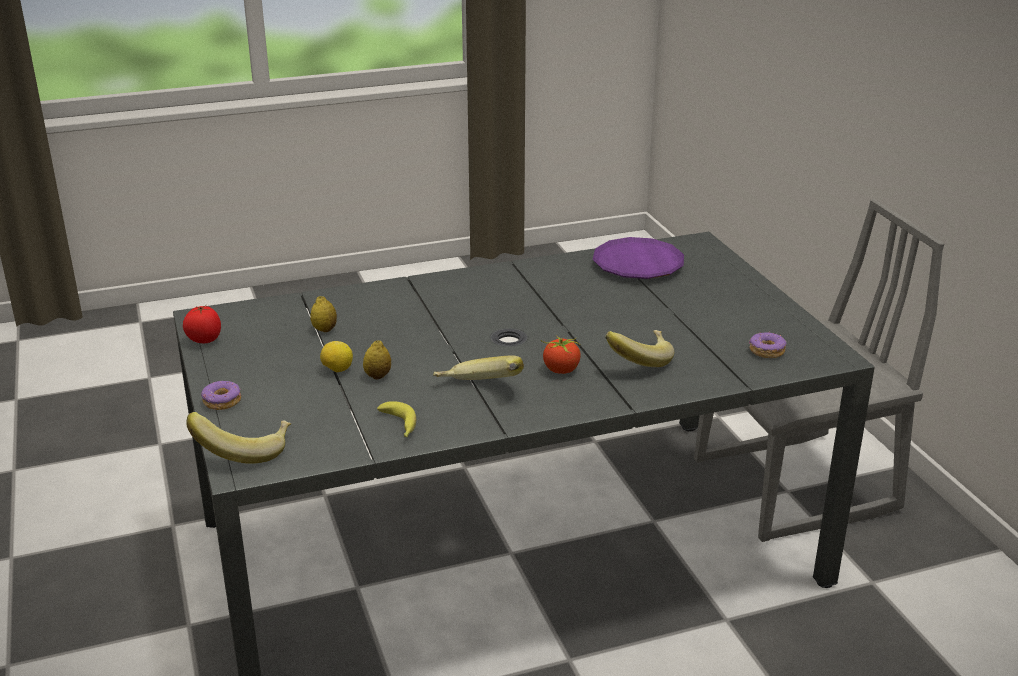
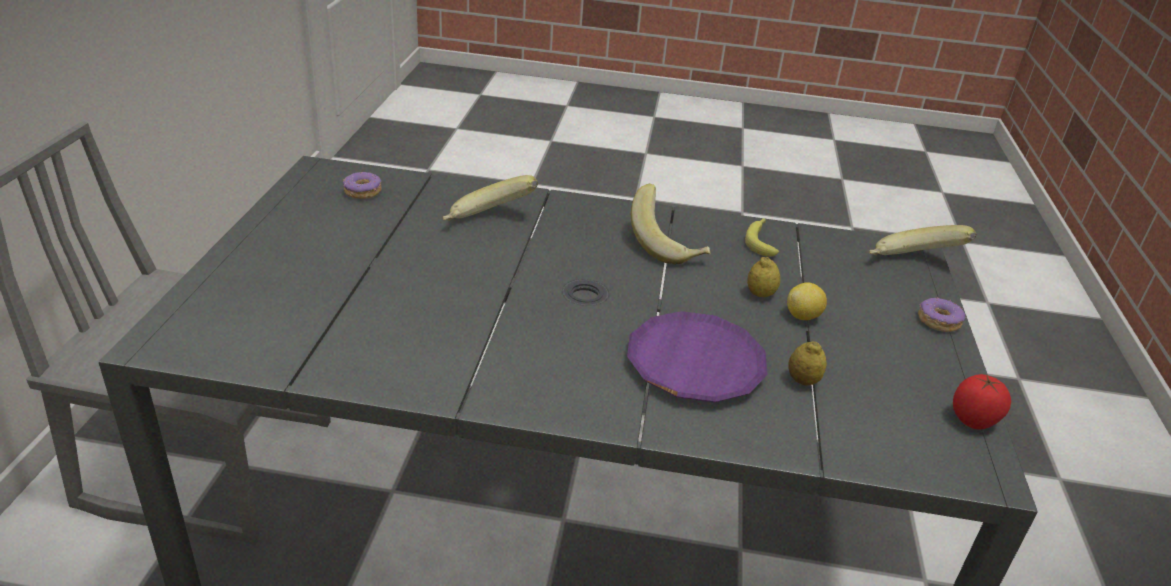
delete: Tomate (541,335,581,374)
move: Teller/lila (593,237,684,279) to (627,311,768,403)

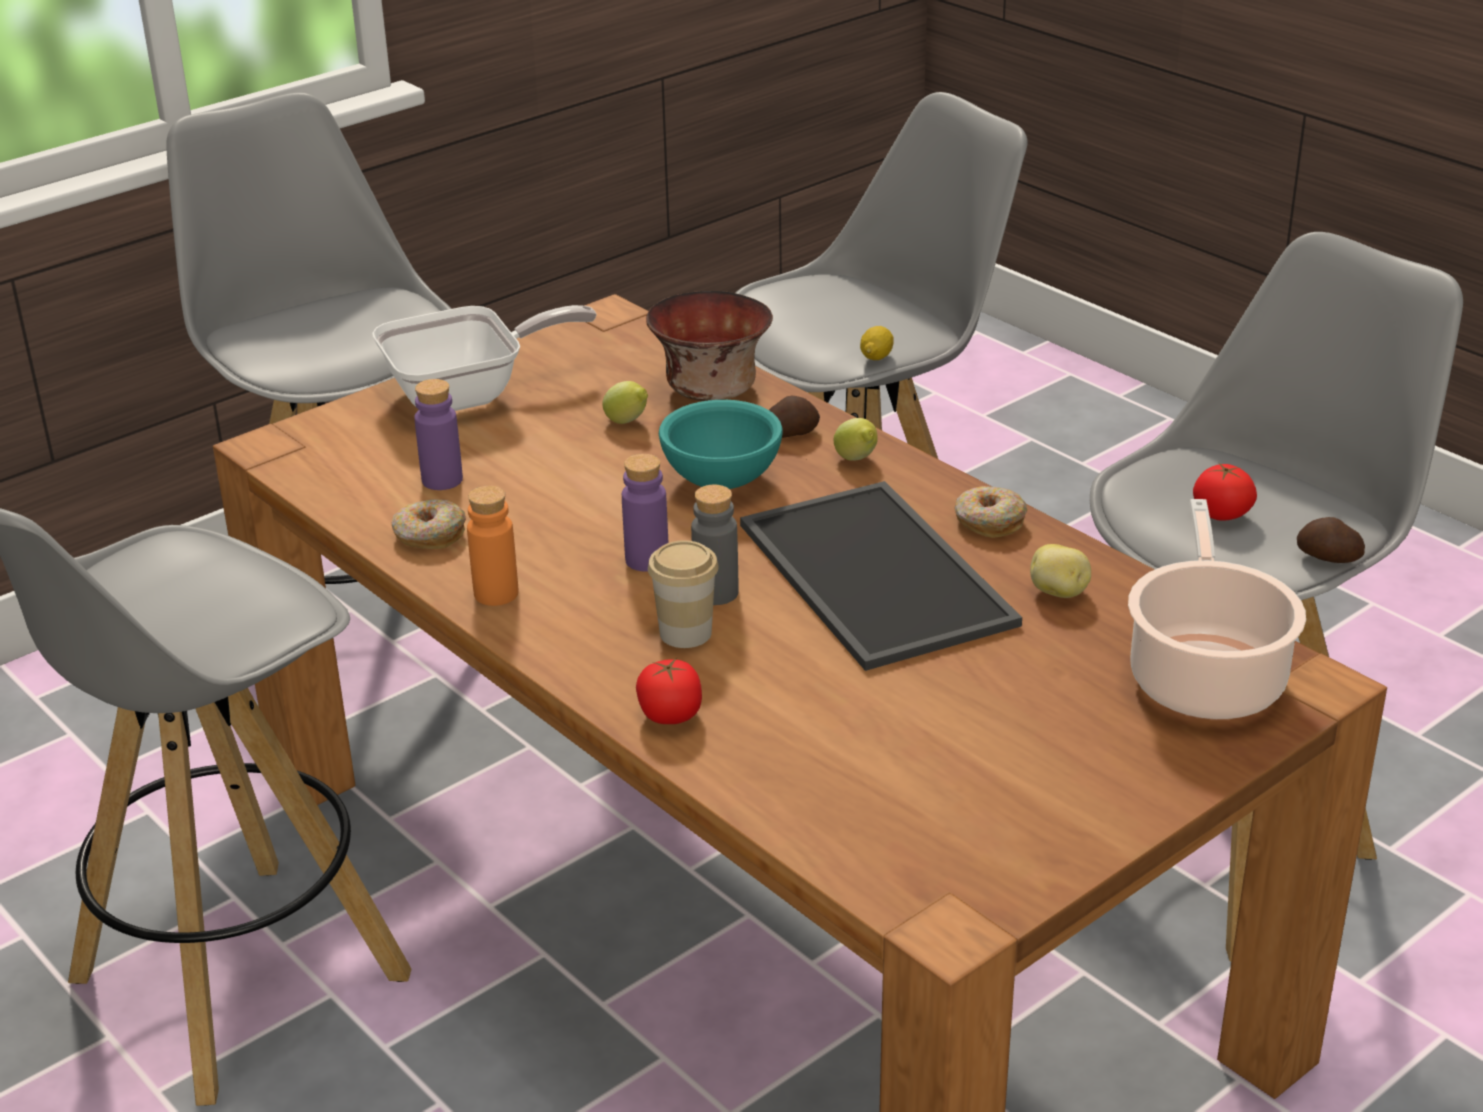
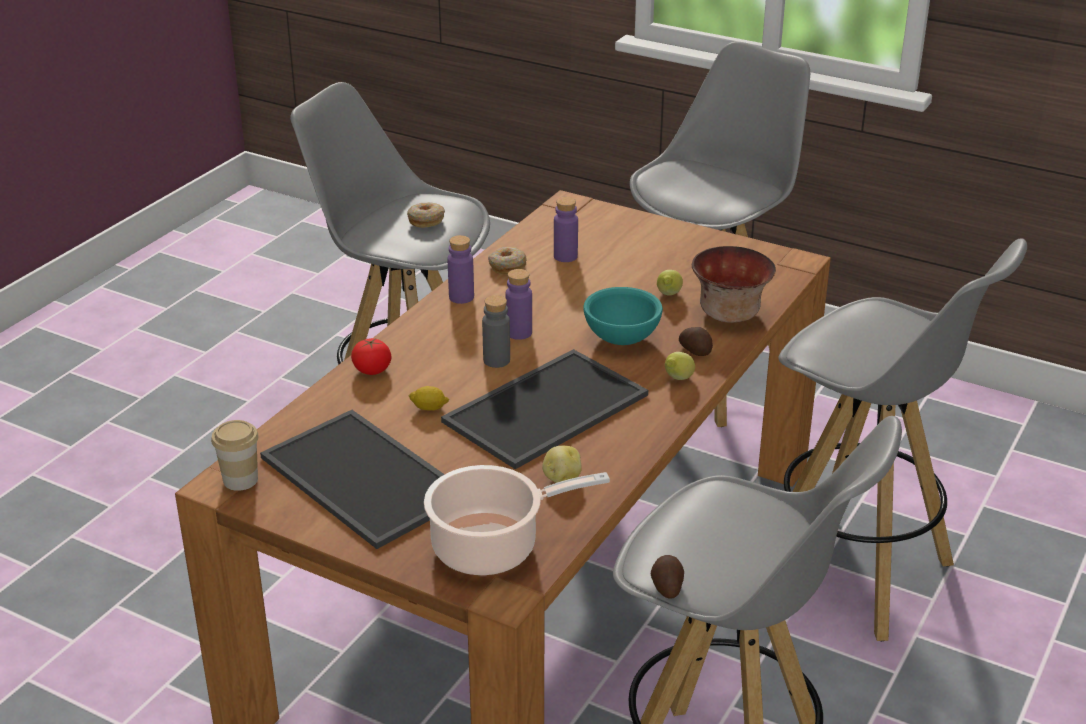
delete: Pfanne (372,305,597,411); Tomate (1193,462,1257,521)
insert: Tablett (260,410,445,549)
move: Tasse (648,540,719,648) to (211,420,259,491); Zitrone (860,326,893,360) to (409,386,449,411); Donut (954,486,1028,538) to (407,202,445,228)
recolor: Flasche/orange (467,486,519,606) to Flasche/lila (448,235,474,304)

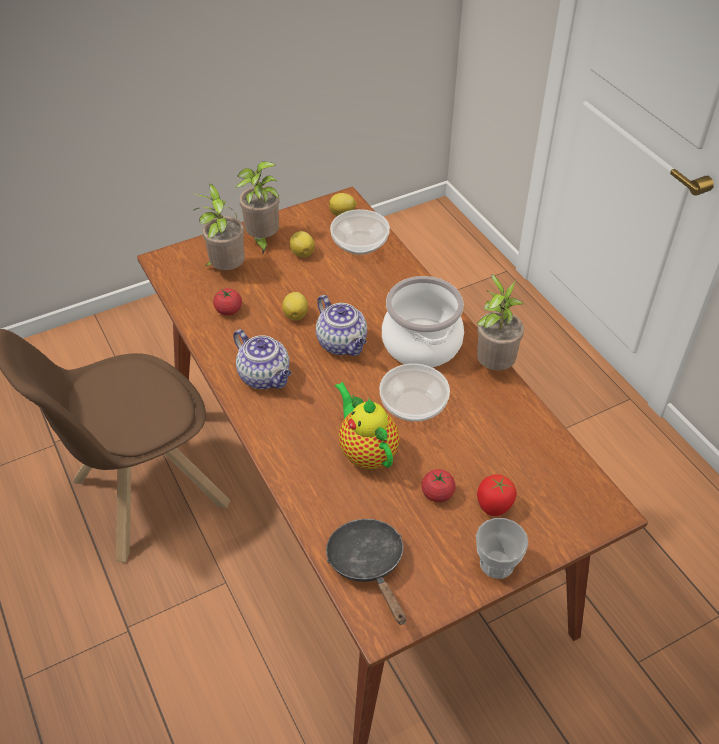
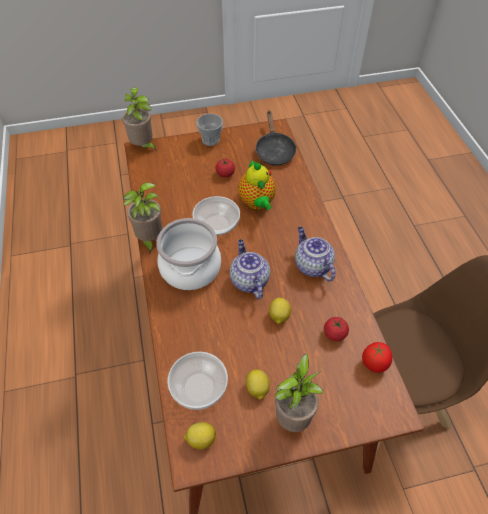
move: Topfpflanze (191,184,245,270) to (122,87,157,151); Tomate (477,474,516,516) to (362,342,392,373)

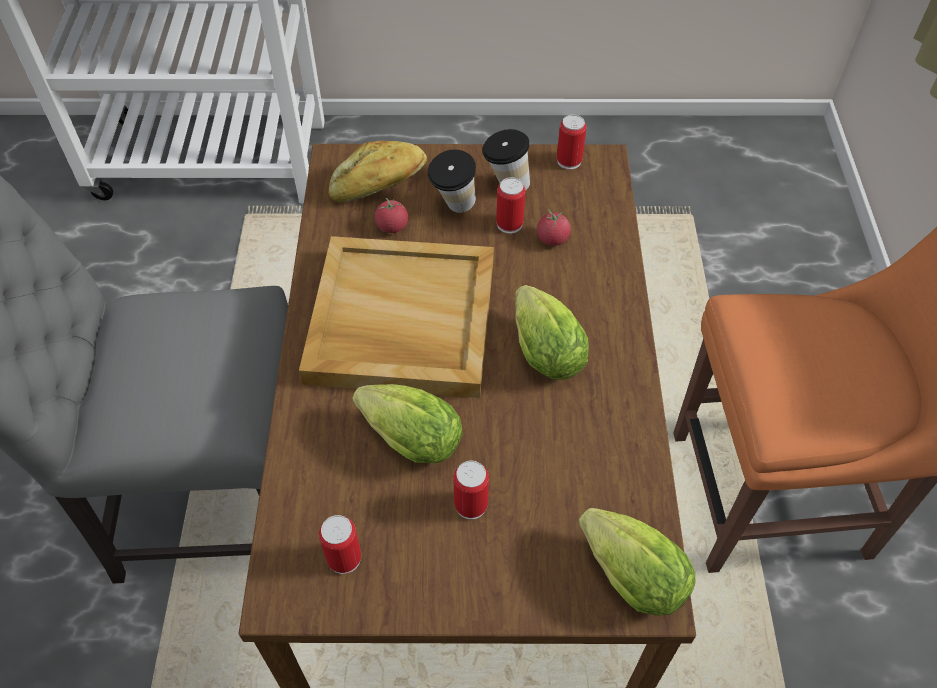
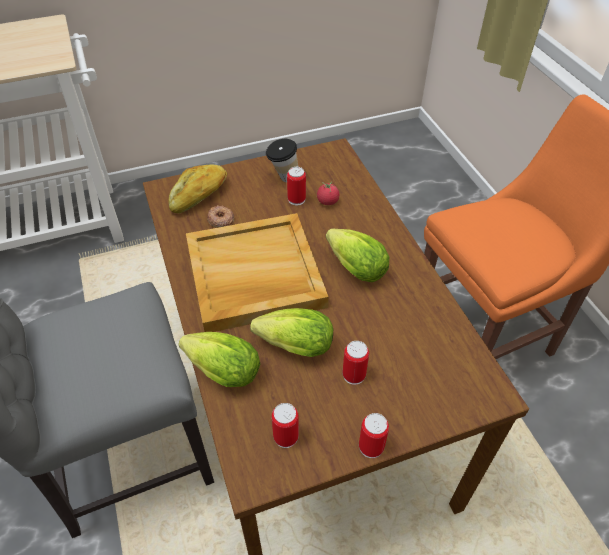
delete: Tasse (428,150,476,213)
move: Dose (557,115,587,170) to (359,413,389,458); Salatkopf (578,508,695,616) to (178,332,260,387)
replace: Tomate (375,198,408,233) to Donut (207,205,234,228)

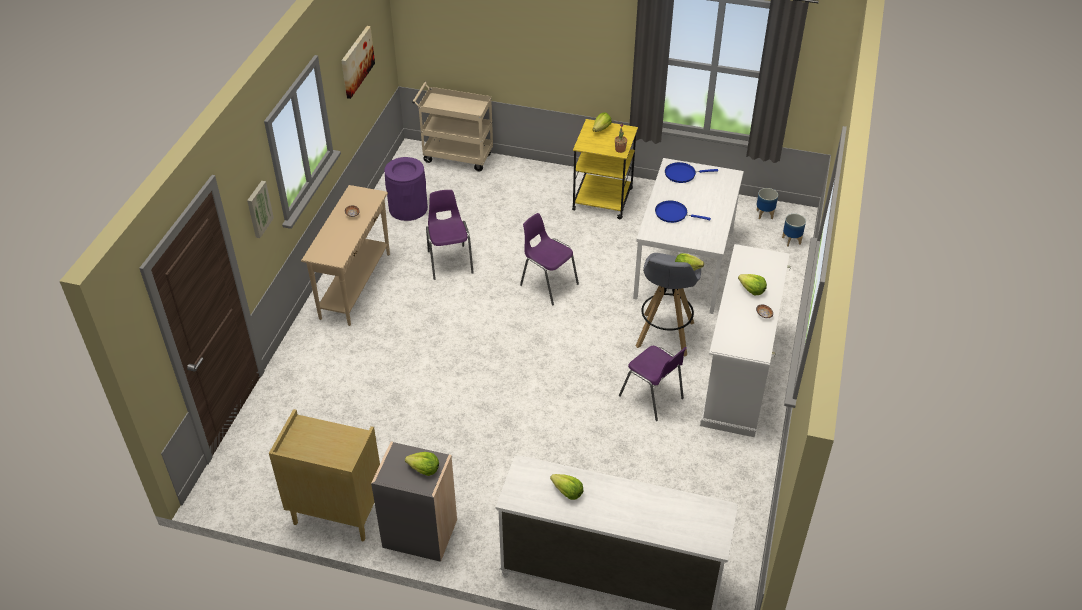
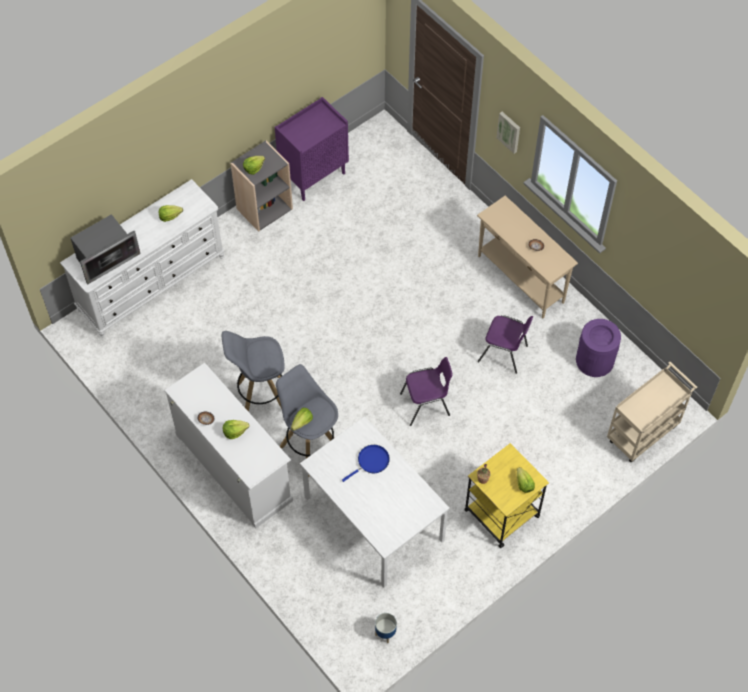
delete: Bild (341,26,375,99); Pfanne/blau (665,162,718,183); Pflanzkübel (782,214,806,246)
insert: Mikrowelle (71,214,141,284)
replace: Stuhl/lila (619,346,687,421) to Hocker/grau (222,331,285,412)
recolor: Schrank/beige (269,409,380,541) to Schrank/lila (275,97,349,201)

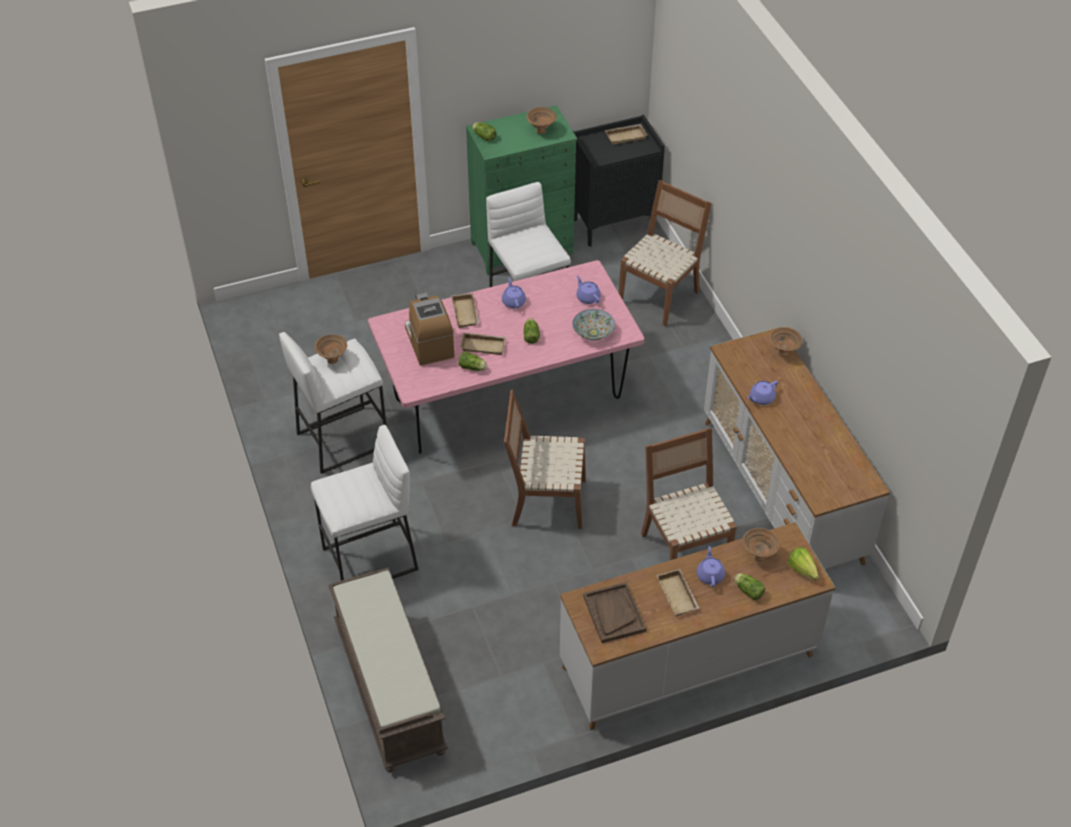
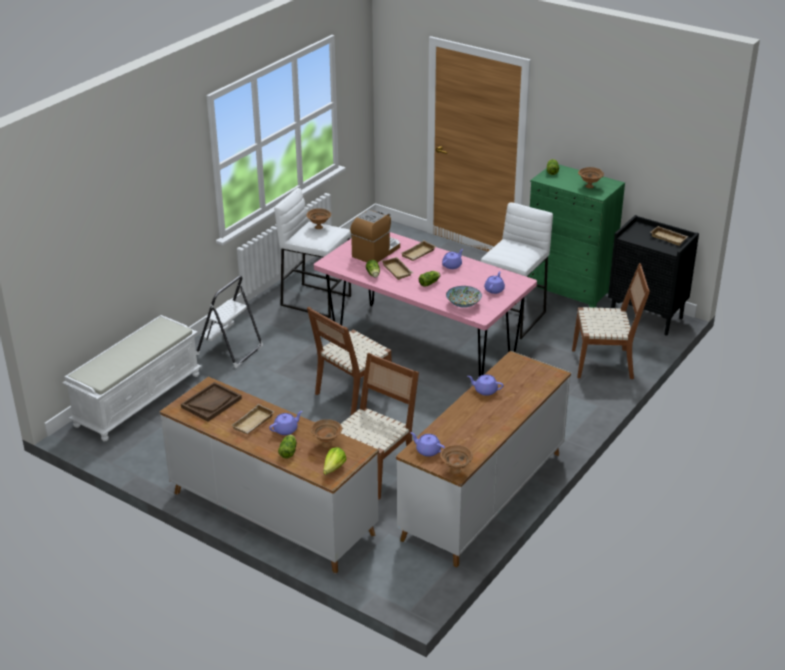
insert: Teekanne/lila (410,432,445,457)
move: Schüssel/braun (769,327,803,356) to (440,445,473,474)
replace: Hocker/weiß (311,425,419,581) to Trittleiter/weiß (196,276,263,368)
recolor: Bank/braun (328,567,448,772) to Bank/weiß (62,315,202,441)
rotate: Stuhl (504,389,586,529) = (307,307,392,415) 105 degrees counterclockwise

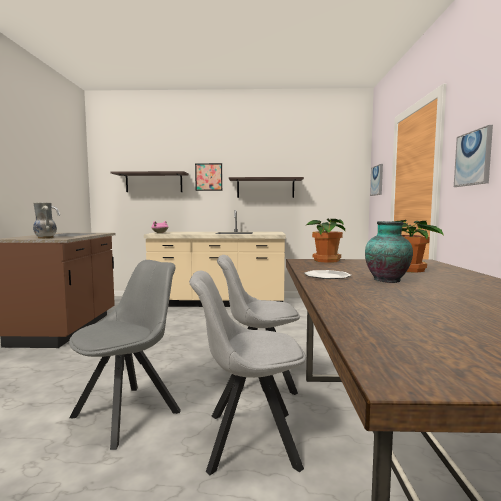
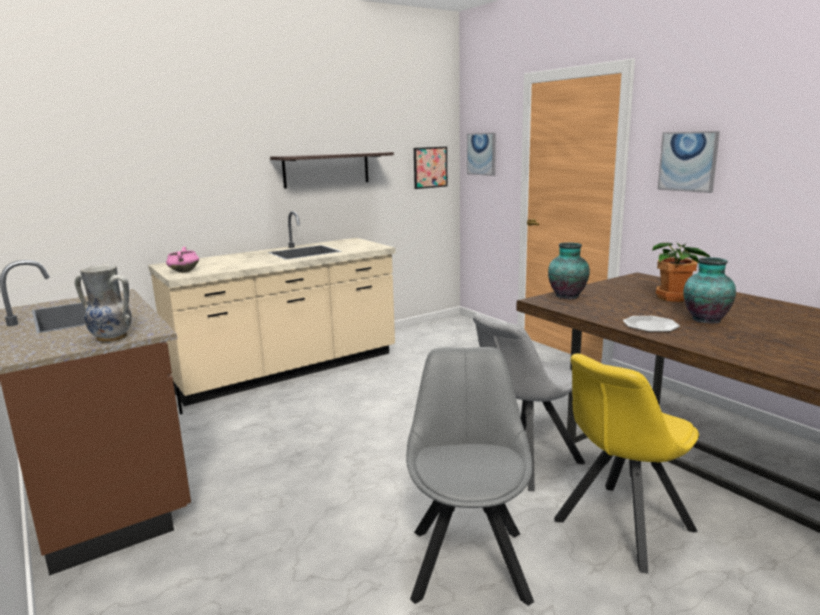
delete: Wandregal (110,171,189,192)
move: Bild (195,163,222,191) to (414,147,447,189)
replace: Topfpflanze (306,219,345,263) to Vase (548,242,590,299)
recolor: Stuhl/grau (189,271,306,476) to Stuhl/gelb (554,354,699,573)

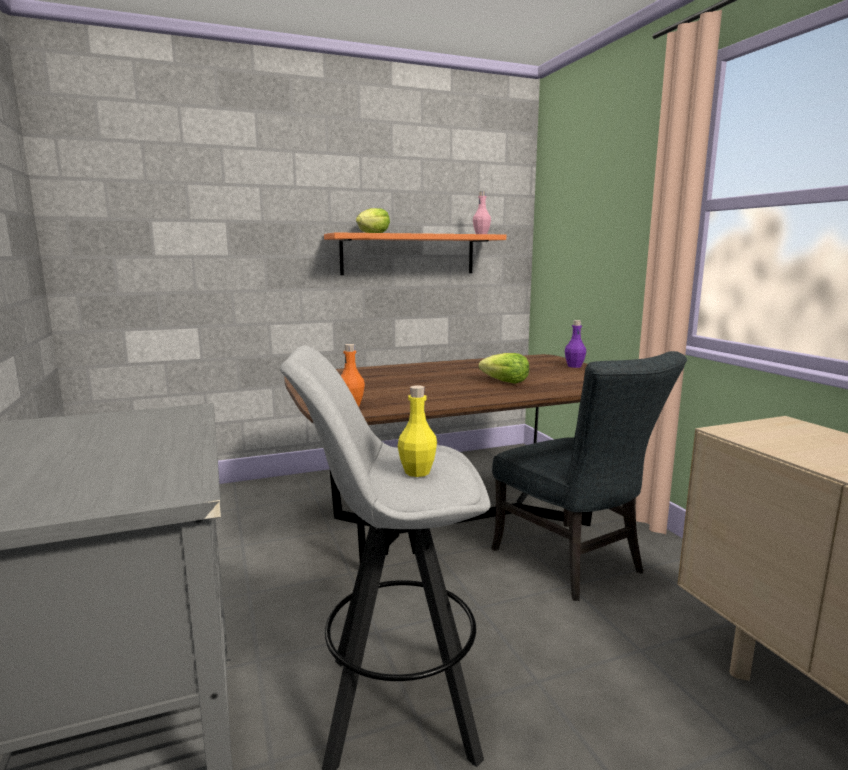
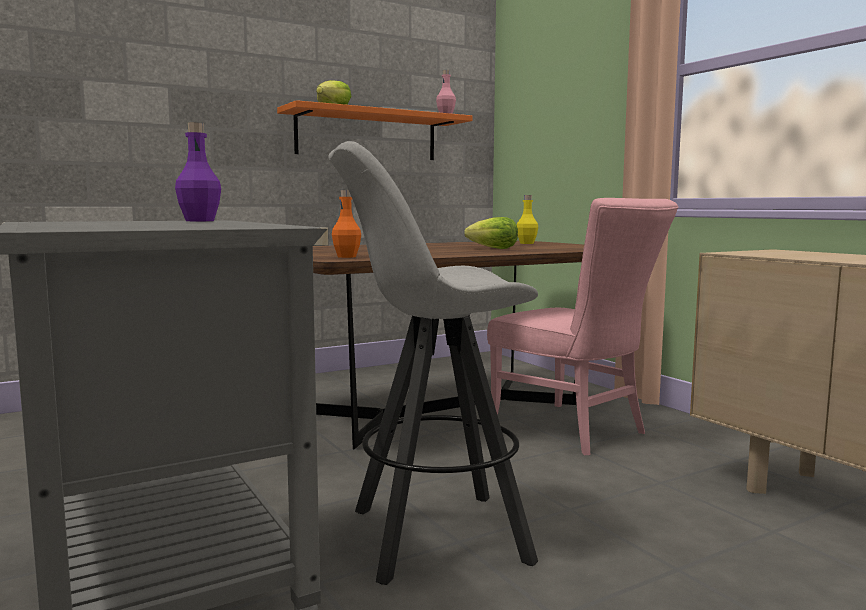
move: Flasche/gelb (398,385,437,477) to (517,195,538,244); Flasche/lila (565,320,586,368) to (175,122,221,221)
recolor: Stuhl/grau (491,351,687,601) to Stuhl/rosa (487,198,679,455)

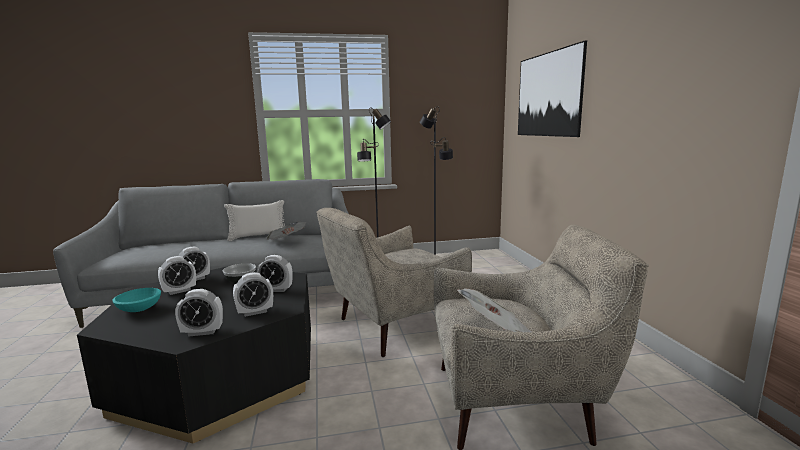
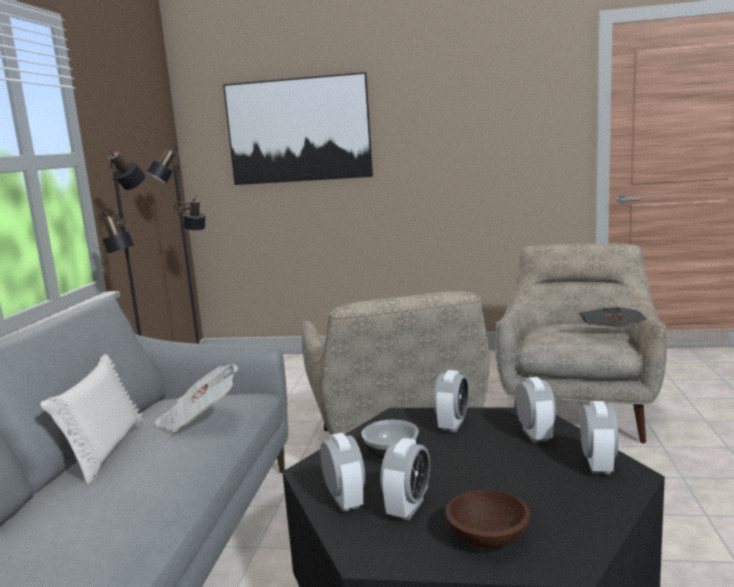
recolor: Schüssel/türkis (112,288,161,312) to Schüssel/braun (445,490,530,548)
rotate: Wecker (158,256,196,295) = (380,438,430,520) 45 degrees clockwise

